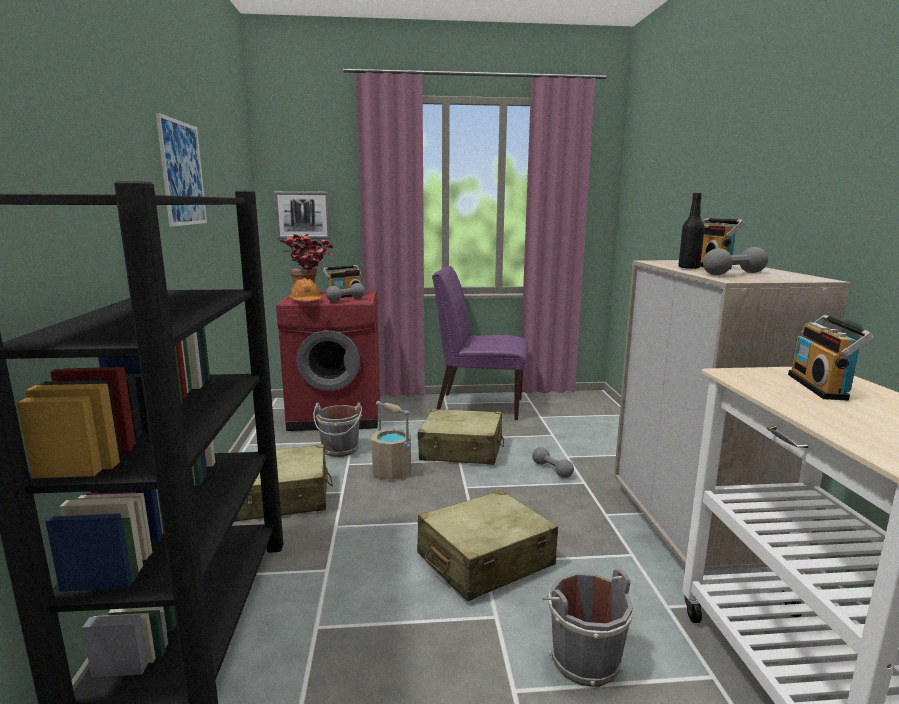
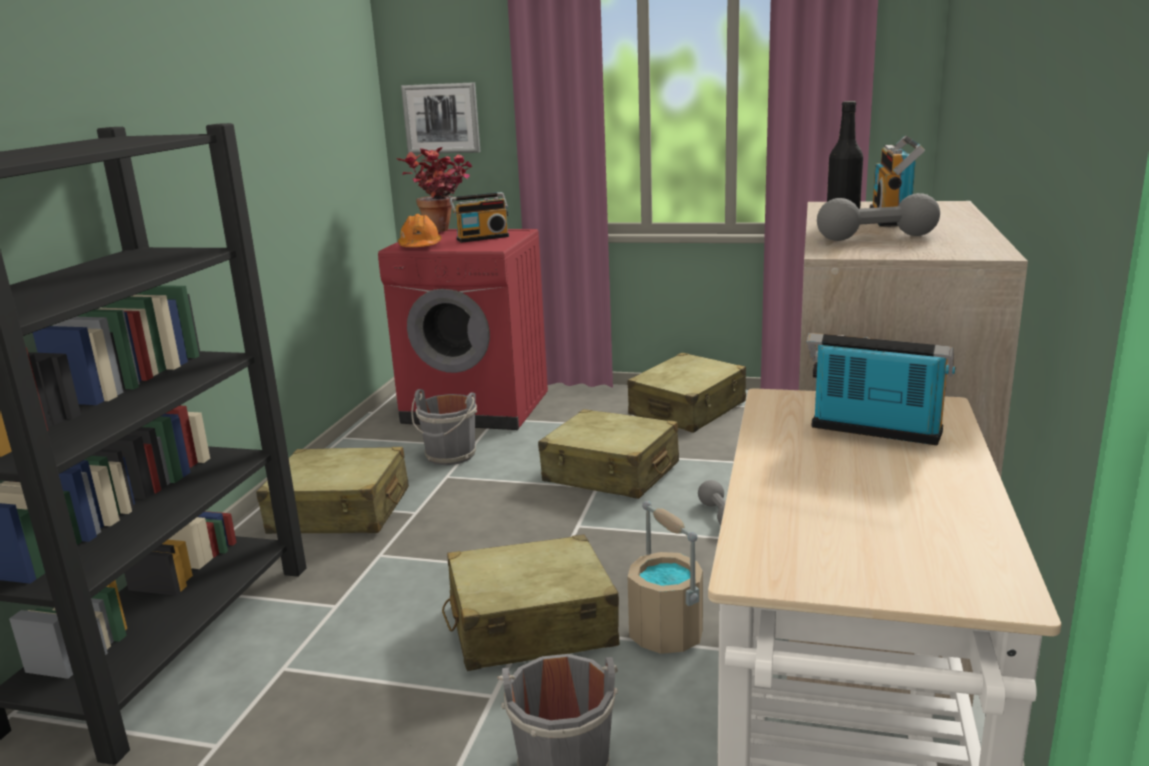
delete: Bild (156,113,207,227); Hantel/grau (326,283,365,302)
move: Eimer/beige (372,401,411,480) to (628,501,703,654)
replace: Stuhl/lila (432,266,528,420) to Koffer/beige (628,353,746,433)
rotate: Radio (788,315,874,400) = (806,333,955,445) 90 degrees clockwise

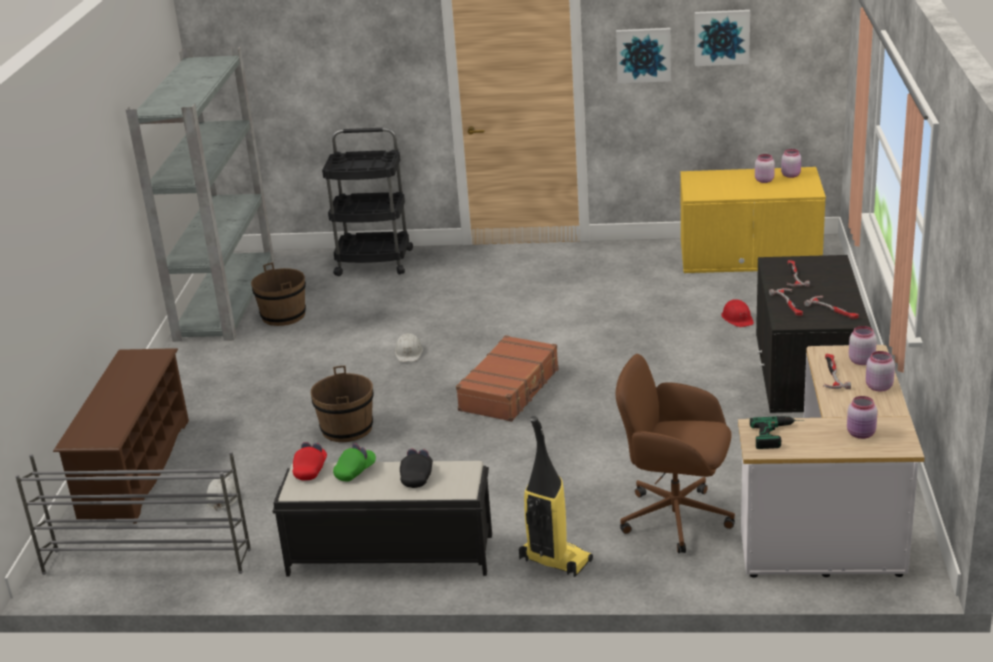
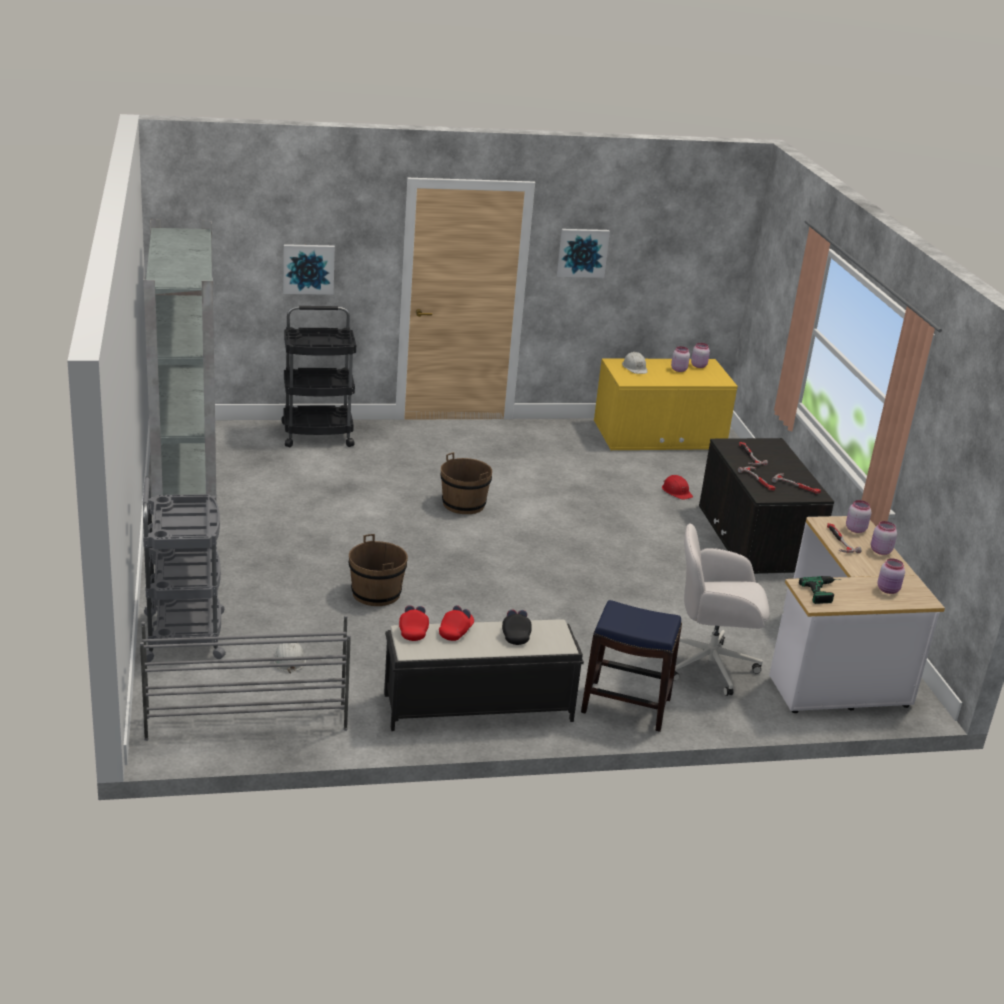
delete: Koffer/braun (456,335,559,422)
move: Eimer/braun (251,263,306,326) to (440,452,492,514); Schutzhelm/weiß (395,333,423,362) to (622,352,648,374); Bild (695,10,750,66) to (283,244,335,295)
replace: Schuhregal/braun (53,348,189,523) to Rollwagen/grau (143,476,226,663); Staubsauger (519,416,593,577) to Hocker (581,600,682,732)
recolor: Kappe/grün (333,443,376,482) to Kappe/rot (439,605,474,641); Bürostuhl/braun (616,354,735,553) to Bürostuhl/weiß (673,523,770,696)

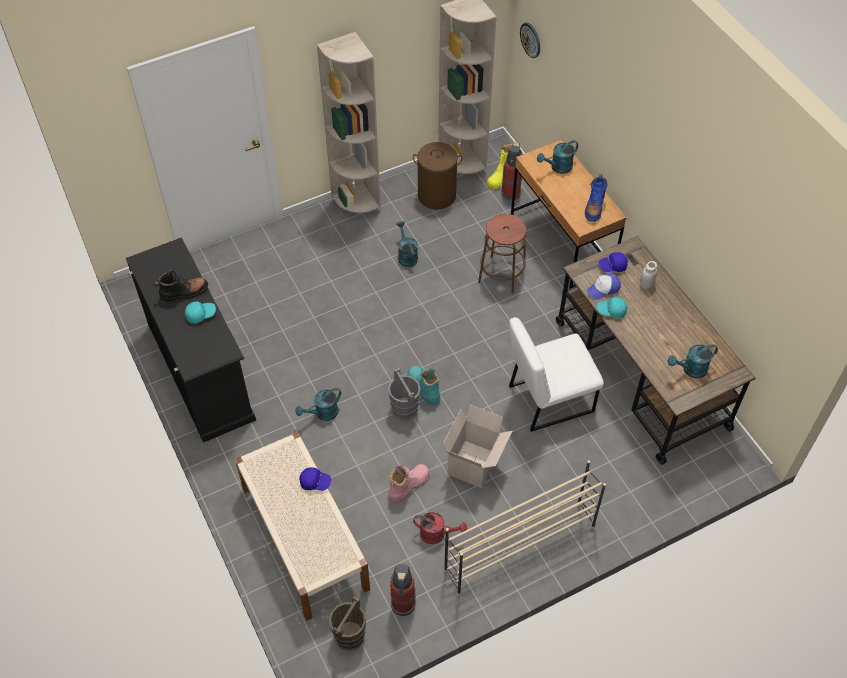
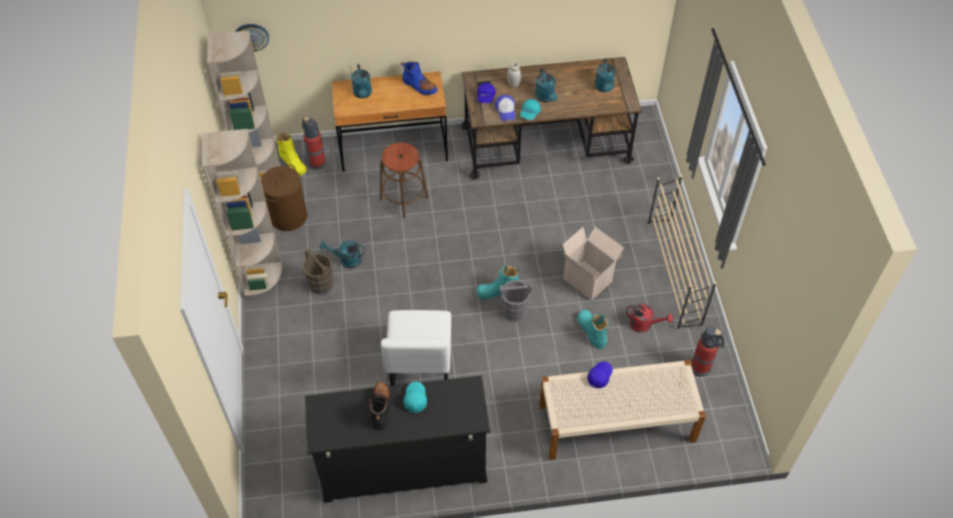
move: Gießkanne/türkis (295,388,341,421) to (536,68,557,102); Eimer/braun (329,596,366,651) to (303,248,333,295); Stuhl/weiß (509,317,604,432) to (381,310,451,386)
recolor: Stiefel/rosa (388,464,429,503) to Stiefel/türkis (577,310,609,349)
rotate: Gießkanne/rot (413,512,467,544) = (626,304,673,333) 75 degrees clockwise

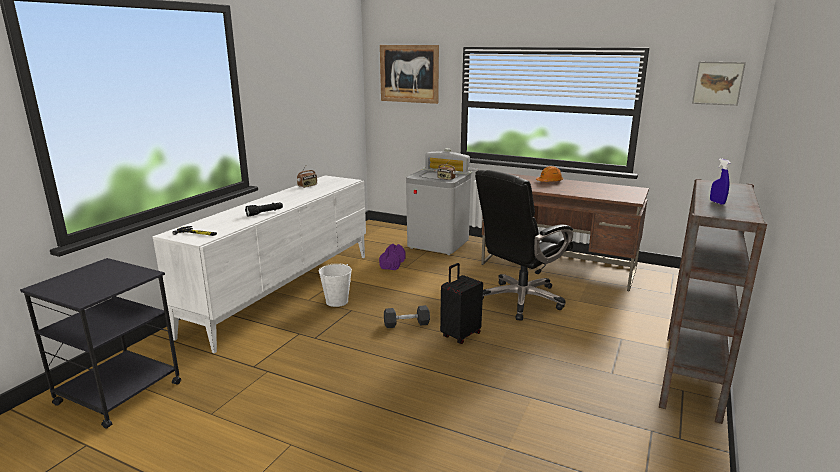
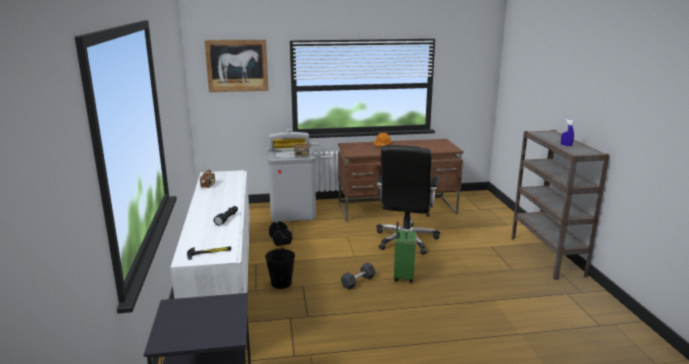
delete: Bild (692,62,746,106)
recolor: Eimer/weiß (319,263,352,307) to Eimer/schwarz (265,247,295,289); Hantel/lila (379,244,406,270) to Hantel/schwarz (269,221,292,246); Koffer/schwarz (440,263,483,344) to Koffer/grün (394,222,416,283)

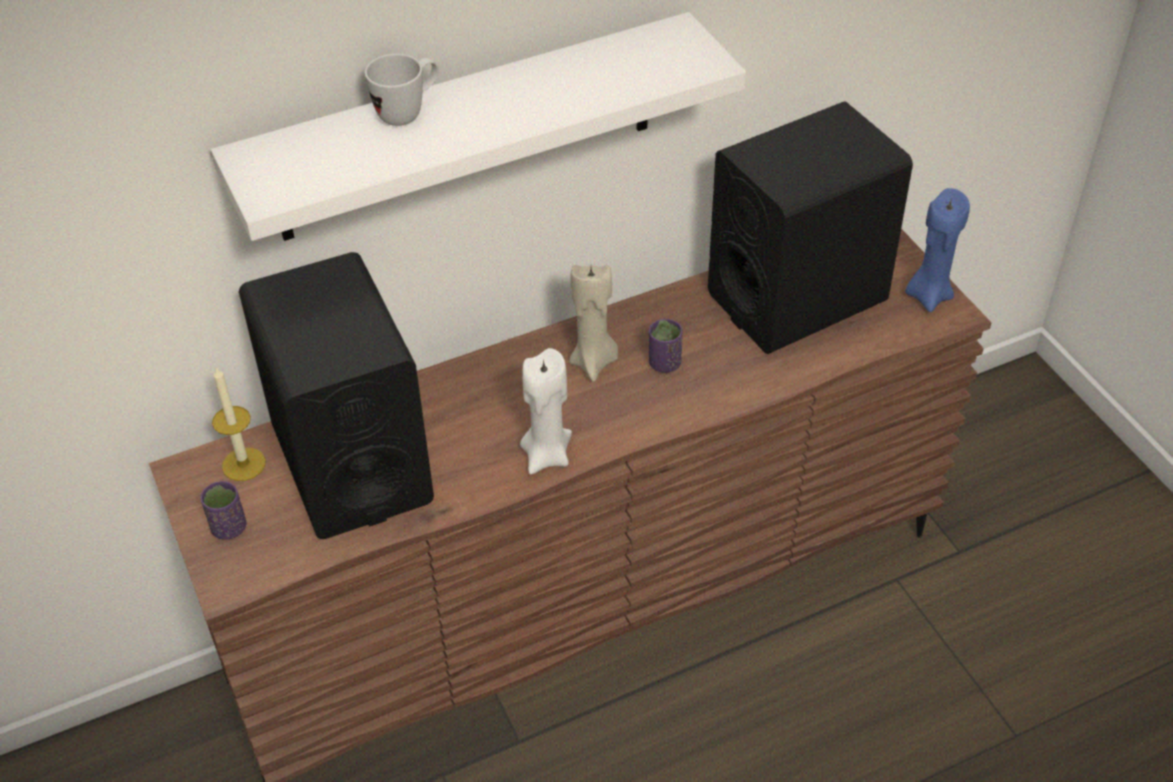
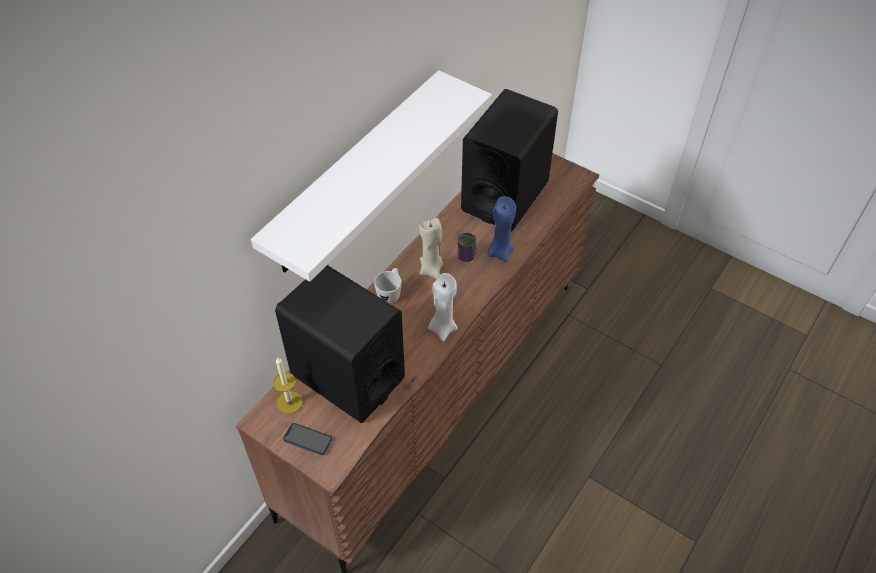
move: Henkelbecher/weiß (365,54,439,126) to (374,268,402,304); Kerze/blau (905,188,970,312) to (488,196,516,263)
replace: Tasse/lila (200,481,246,540) to Handy (283,423,332,455)

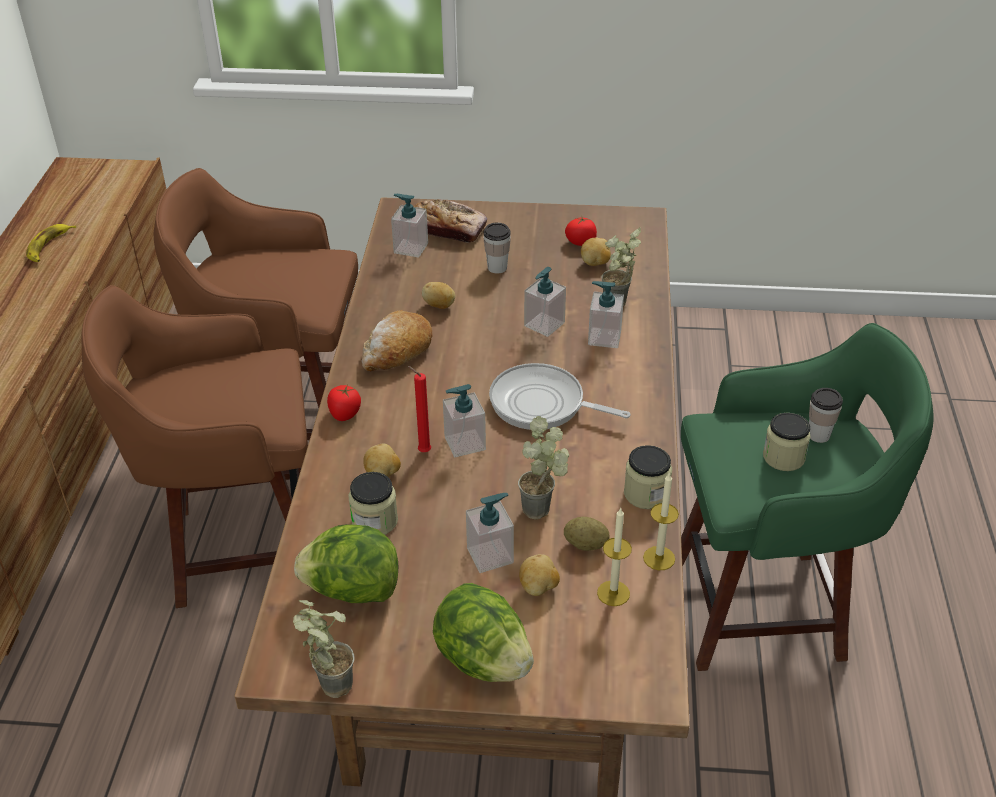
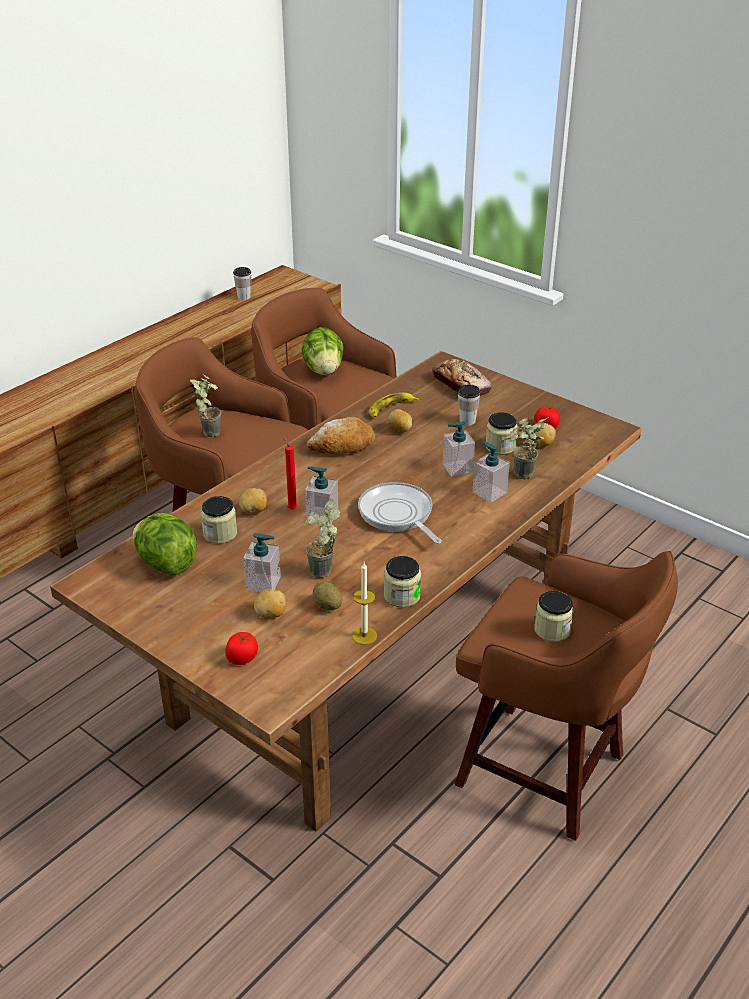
delete: Seifenspender (391,194,428,258); Kerze (597,507,632,606)
insert: Vorratsglas (486,413,518,455)
move: Banane (26,224,76,262) to (369,393,420,418); Topfpflanze (293,600,354,698) to (190,374,221,437); Tomate (327,385,361,421) to (225,632,258,665); Salatkopf (433,583,534,682) to (301,327,344,375); Tasse (809,388,843,443) to (233,267,251,300)
recolor: Hocker/grün (681,323,934,671) to Hocker/braun (455,551,678,841)

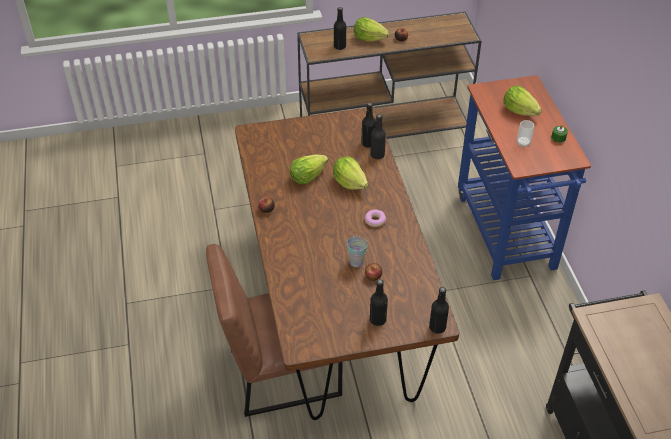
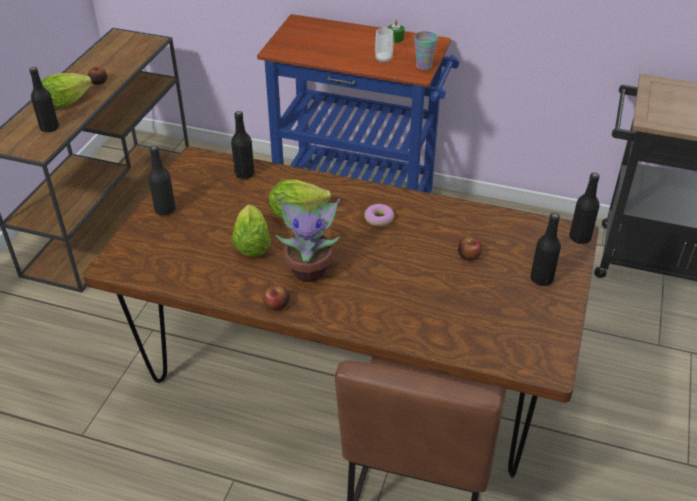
delete: Salatkopf (503,86,542,116)
insert: Topfpflanze (275,198,340,282)
move: Tasse (347,236,368,267) to (414,31,438,70); Flasche/schwarz (371,114,386,159) to (148,146,176,216)

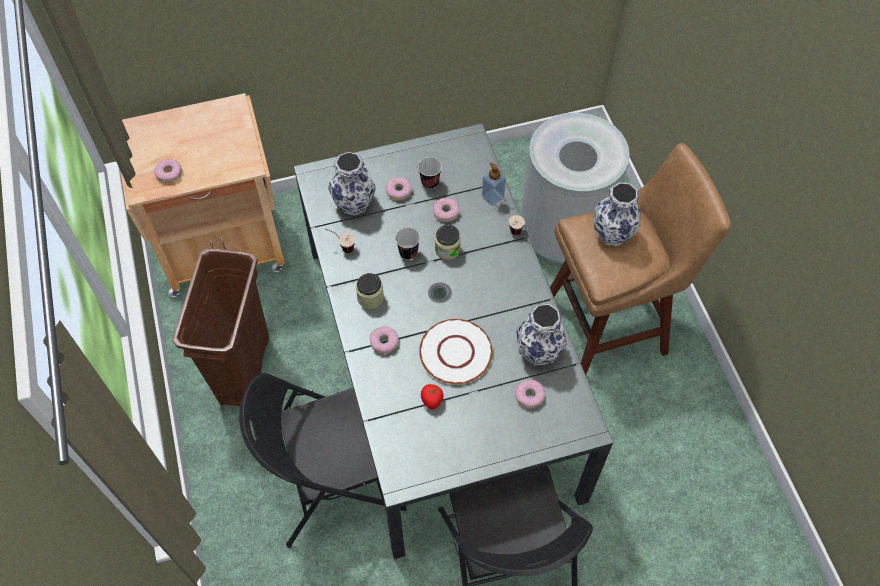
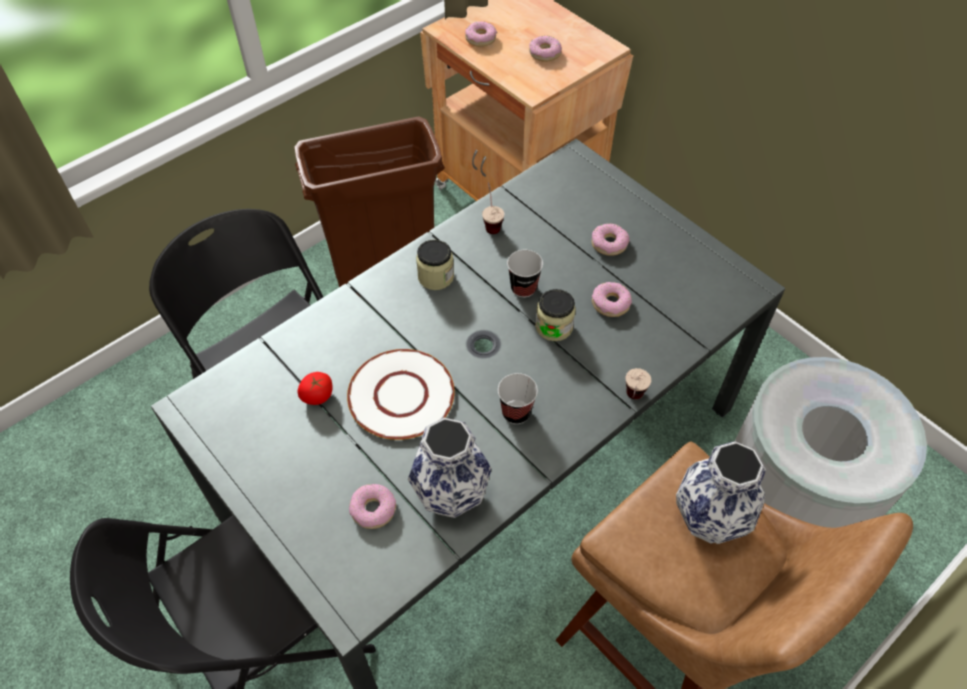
delete: Vase (328,152,376,216); Seifenspender (482,162,506,206)
move: Donut (370,326,399,354) to (529,36,562,62); Tasse (418,157,442,189) to (498,373,538,424)

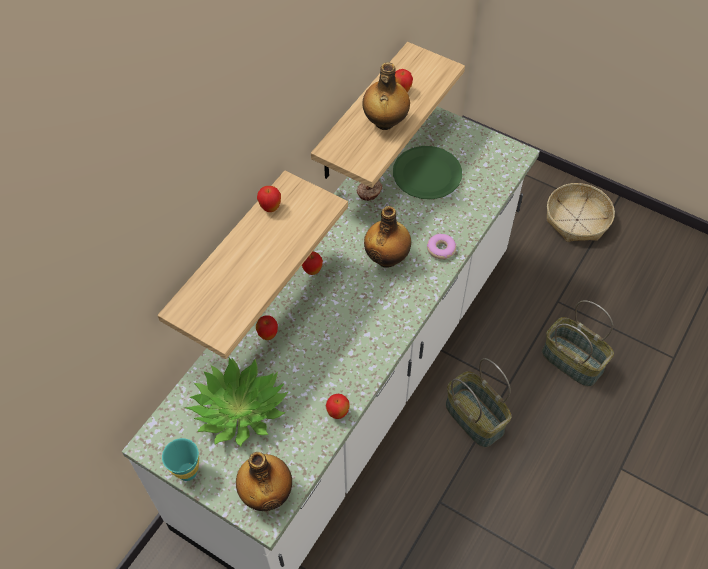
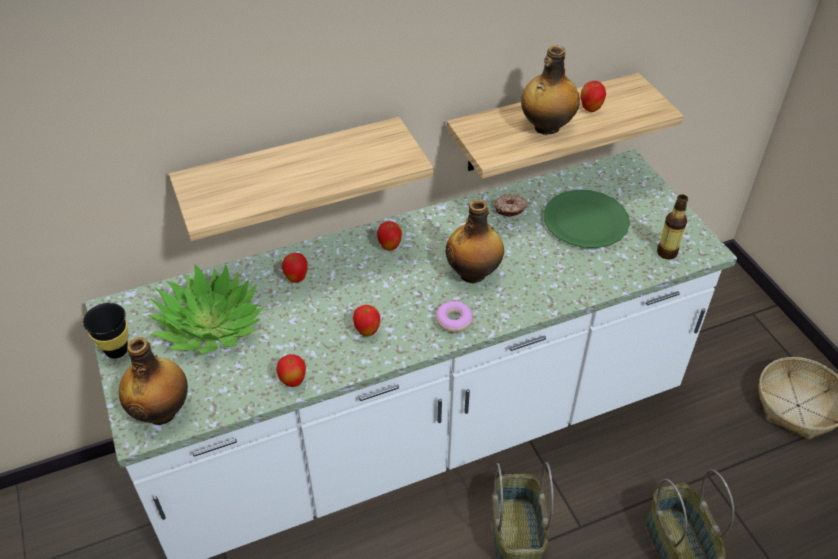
insert: Flasche (657,194,688,260)
move: Apfel (257,186,281,212) to (353,305,380,336); Donut (427,234,456,259) to (435,301,473,332)
recolor: Tasse/türkis (162,438,199,481) to Tasse/schwarz (83,303,128,358)

